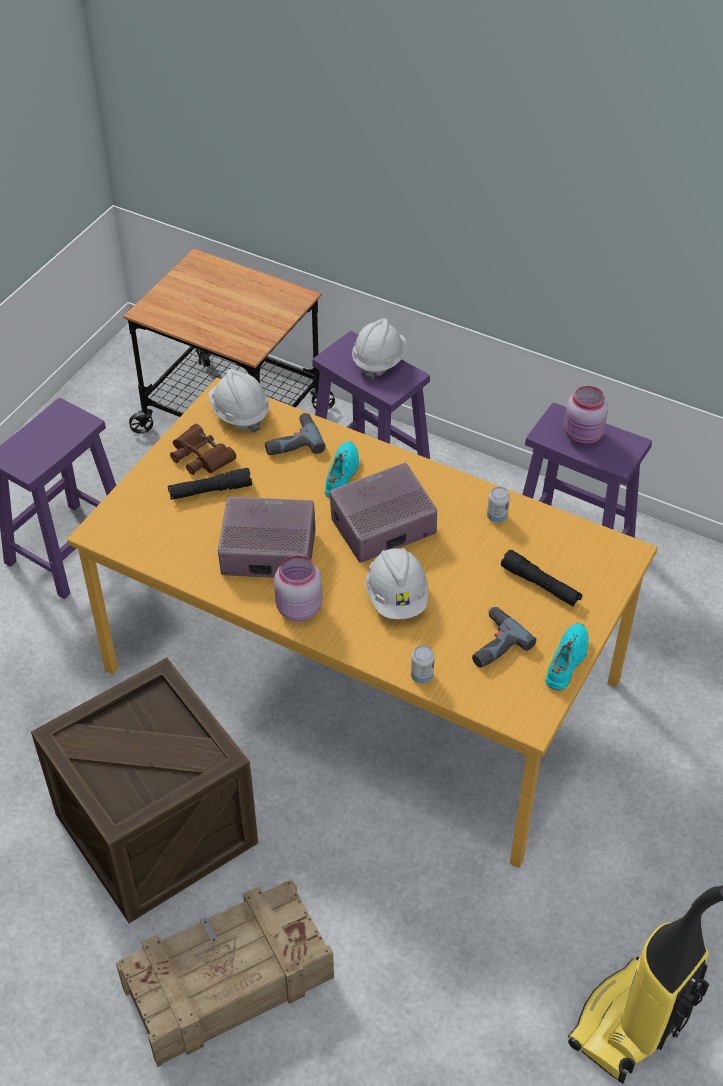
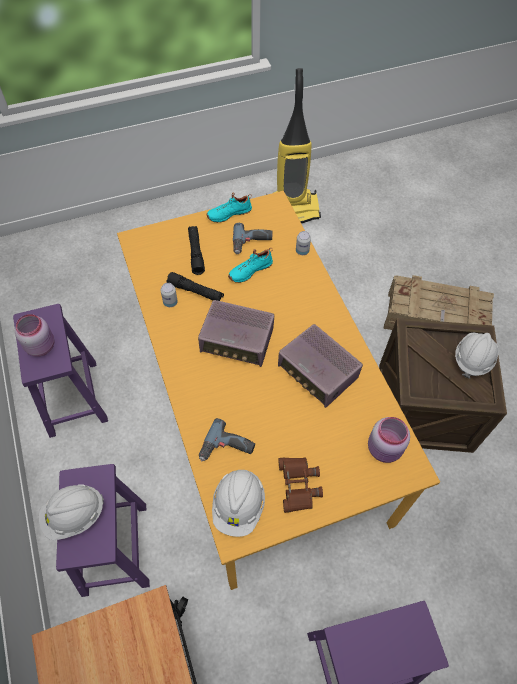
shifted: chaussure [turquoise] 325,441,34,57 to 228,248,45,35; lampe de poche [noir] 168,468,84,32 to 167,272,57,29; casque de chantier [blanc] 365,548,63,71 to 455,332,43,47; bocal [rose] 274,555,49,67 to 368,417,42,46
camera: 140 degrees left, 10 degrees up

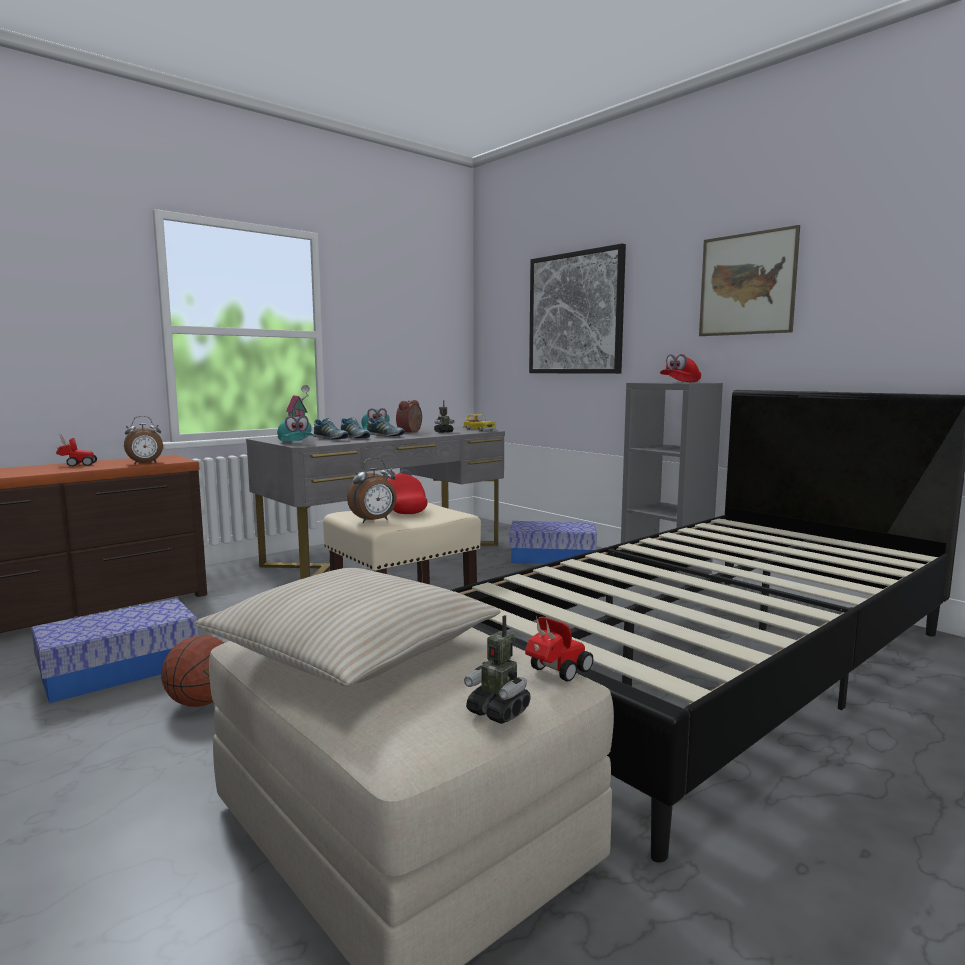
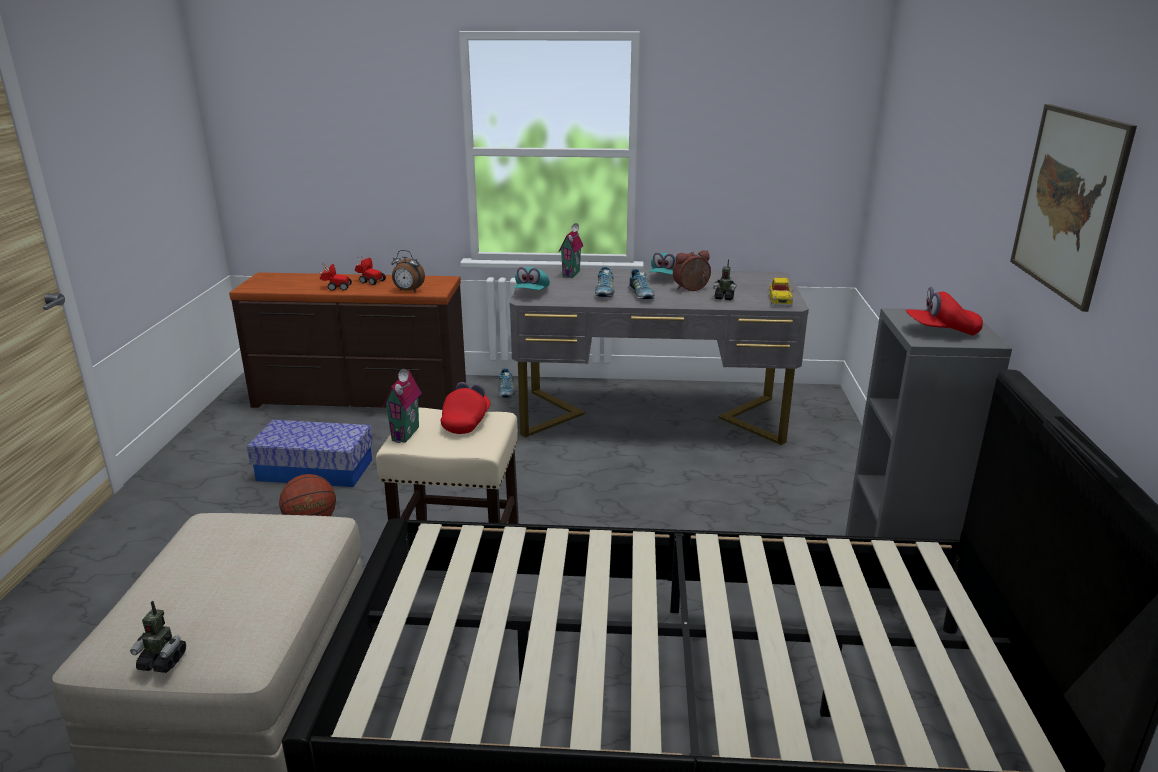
gone: tableau 529,243,97,131; boîte de rangement 509,521,88,43; coussin [beige] 195,568,305,119
shifted: chaussure 313,418,35,22 to 499,368,16,30; petite voiture 525,616,69,65 to 320,262,32,29
swapped: réveil 347,458,50,65 to maison miniature 383,369,39,74
rotated: robot jouet 464,615,67,109 = 130,601,56,72 75 degrees counterclockwise
camera: 45 degrees right, 15 degrees up

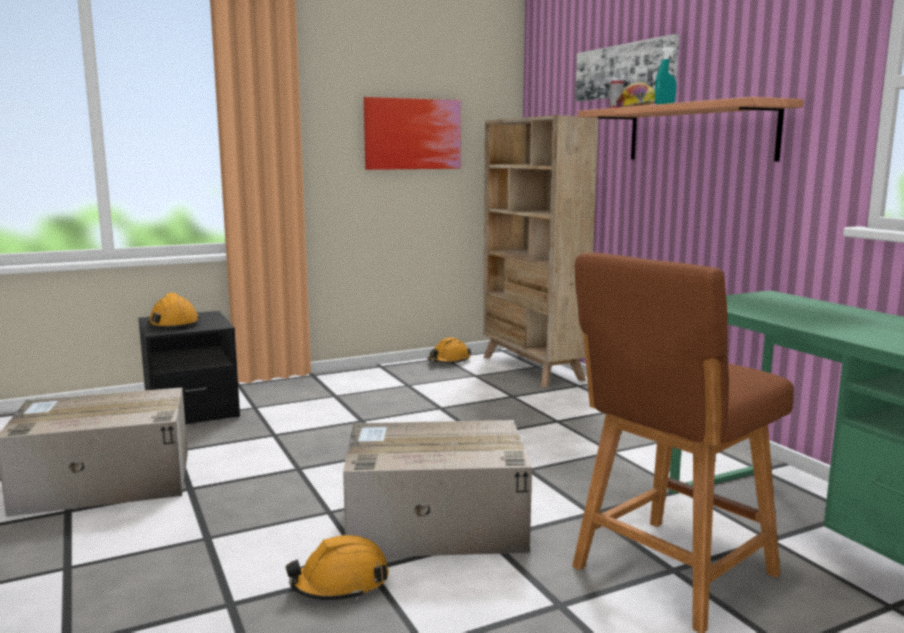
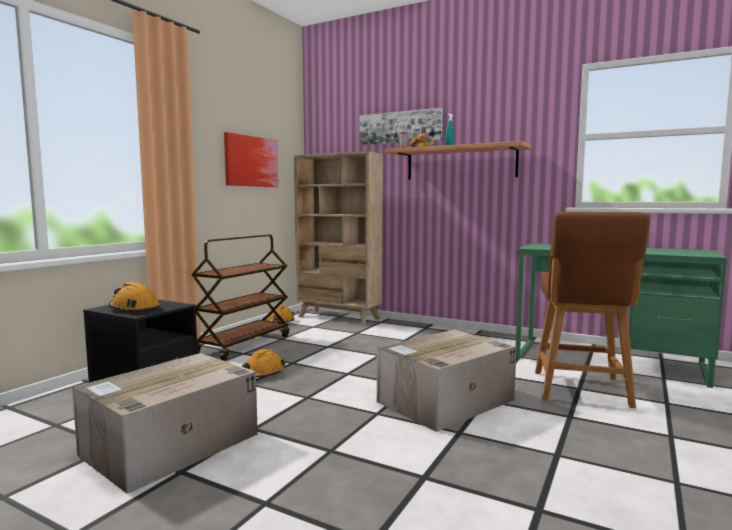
new: chariot [marron] 191,235,98,126
shifted: casque de chantier [orange] 286,535,103,65 to 241,349,44,28
camera: 35 degrees left, 5 degrees down

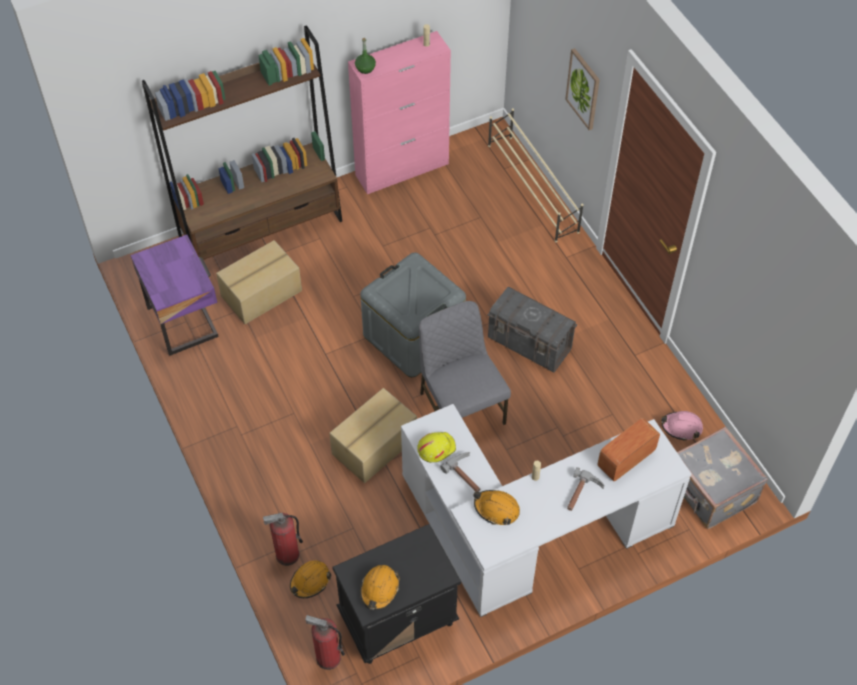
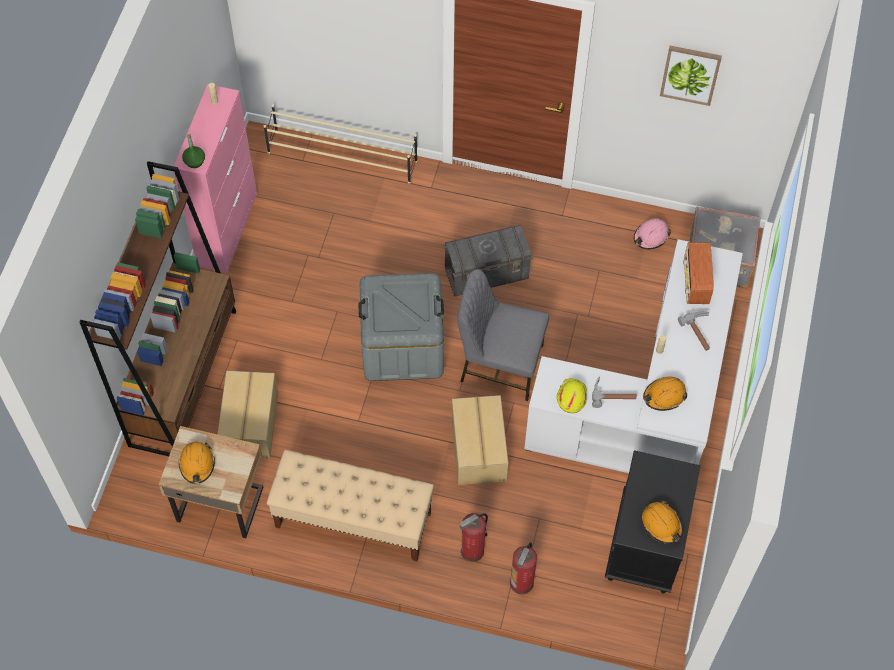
new: banc [beige] 267,450,167,112
shifted: tableau 565,48,35,82 to 660,46,62,60; casque de chantier [orange] 290,560,42,38 to 179,441,36,43; extincteur 305,615,40,55 to 459,513,29,49
repainted: table de chevet [violet] 130,235,89,121 to table de chevet [beige] 158,426,105,112
camera: 50 degrees left, 5 degrees up

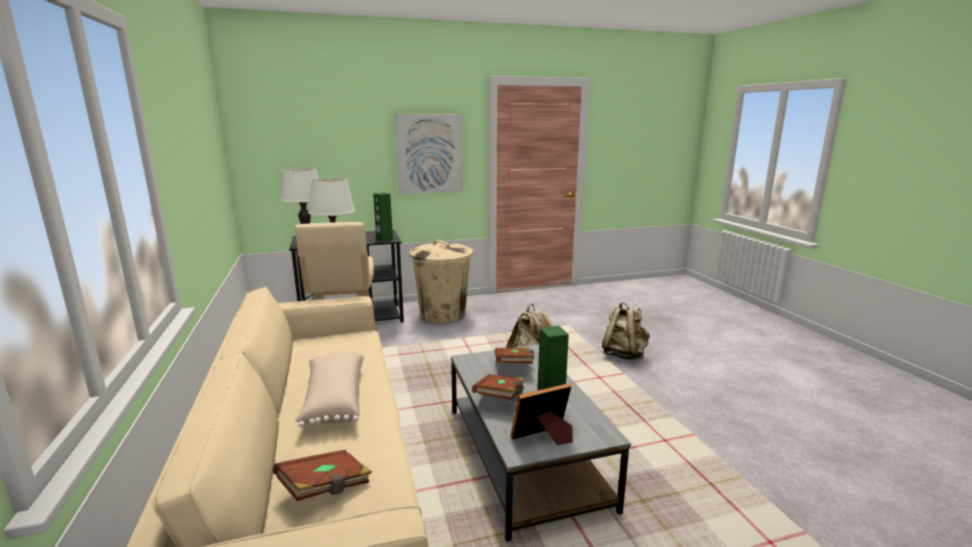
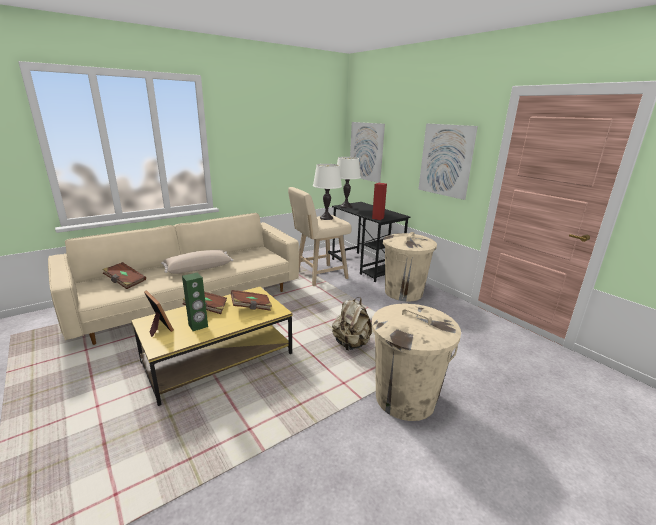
new: tableau 350,122,35,61
swapped: sac à dos [beige] 602,302,48,58 to poubelle [beige] 371,303,90,118
repainted: enceinte [vert] 373,192,20,50 to enceinte [rouge] 372,183,15,37; table basse [gris] 451,344,180,198 to table basse [jaune] 131,287,162,119
camera: 70 degrees right, 5 degrees up

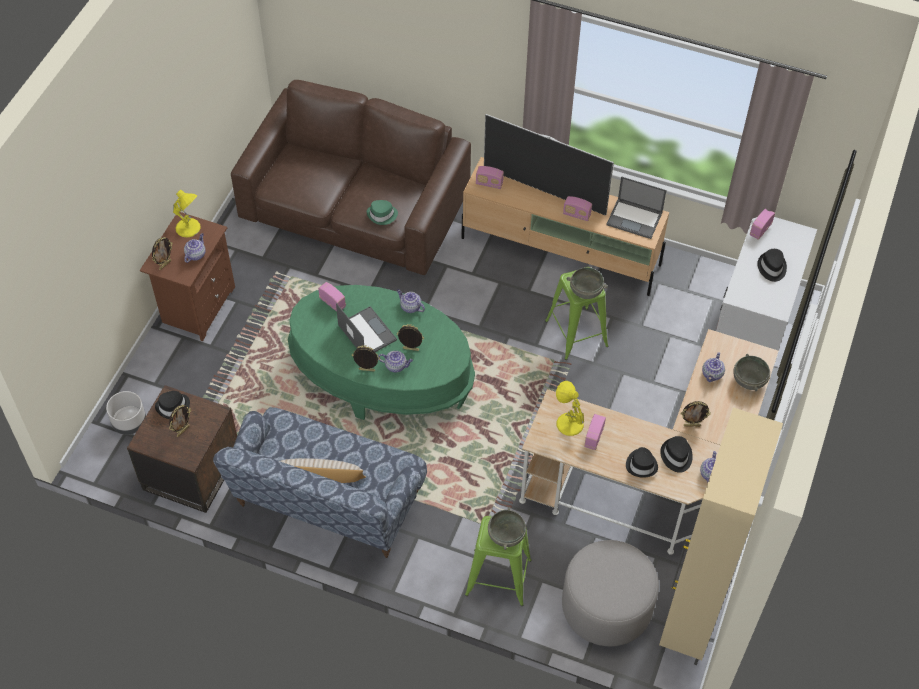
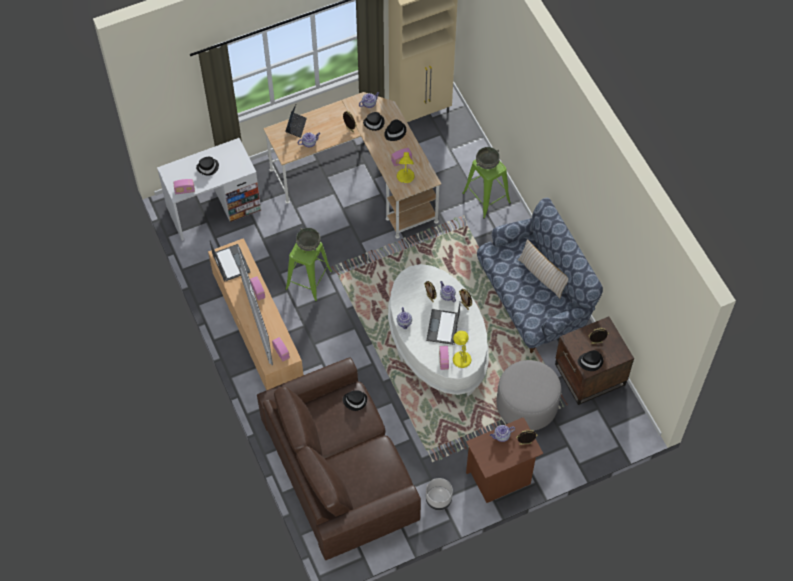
shifted: lampe de table [jaune] 173,190,28,48 to 453,331,19,37; cache-pot [gris] 106,391,40,44 to 426,478,27,32; pouf [gris] 562,540,97,106 to 496,360,65,71
swapped: bol [gris] 733,354,37,37 to ordinateur portable 285,105,22,33
repainted: chapeau [vert] 367,200,31,25 to chapeau [noir] 343,390,24,21; table basse [vert] 288,285,187,135 to table basse [blanc] 388,264,101,132
camera: 135 degrees left, 5 degrees up

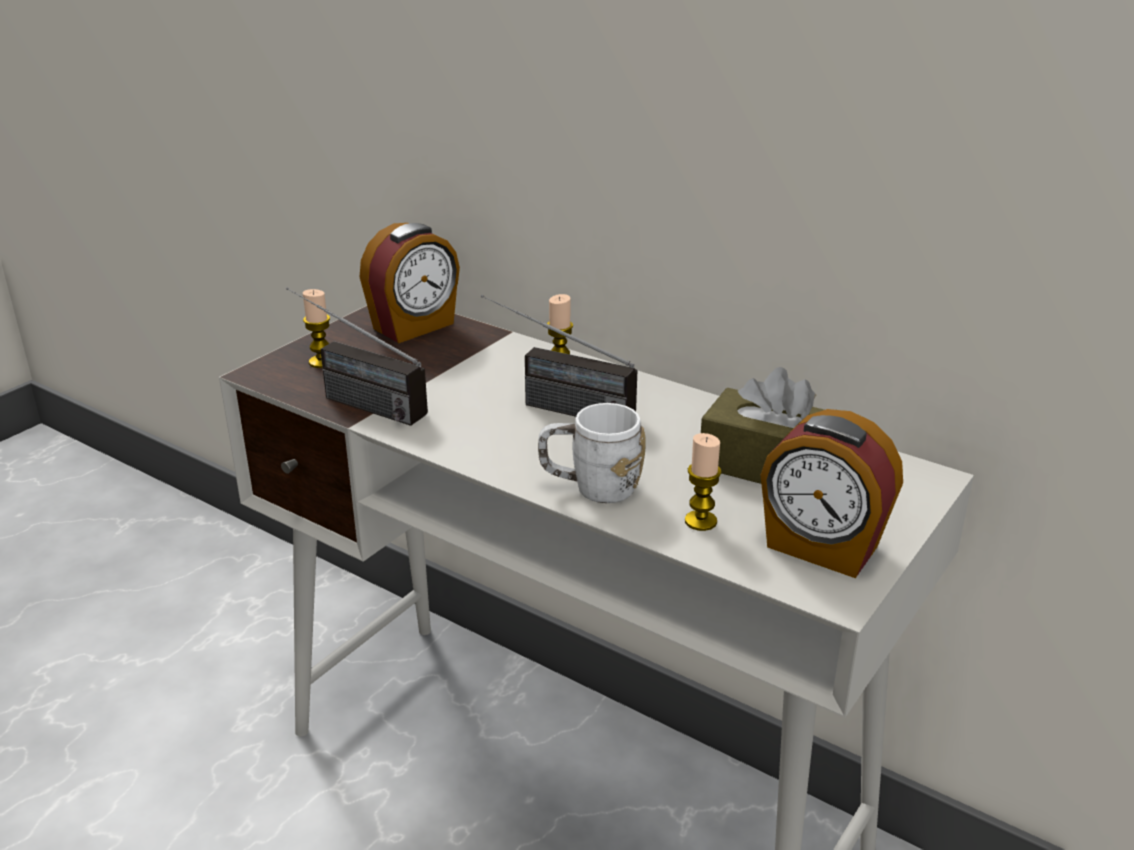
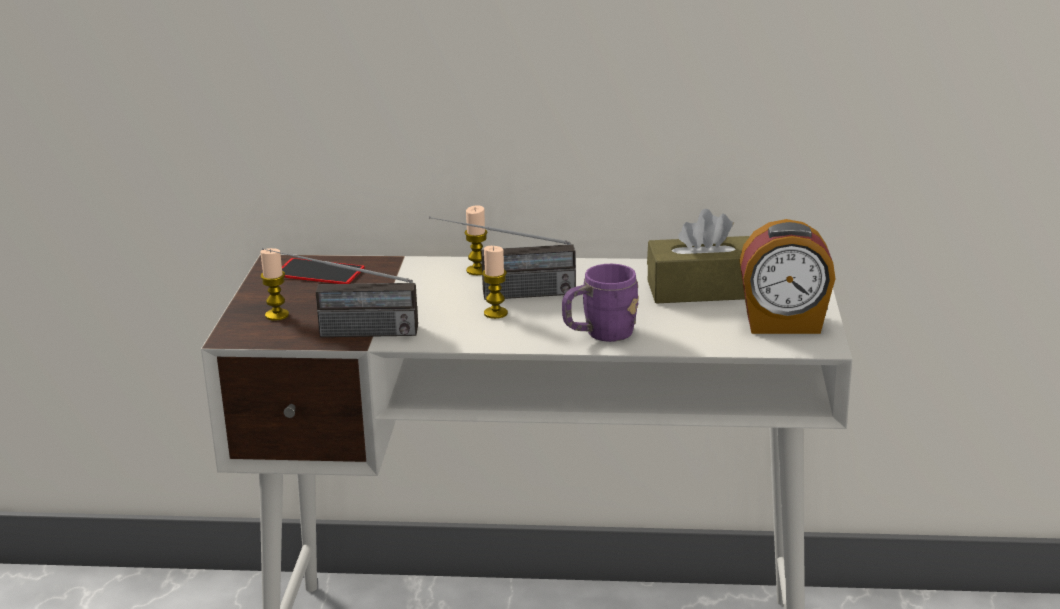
shifted: bougie 685,433,36,98 to 482,246,26,73
swapped: réveil 360,223,100,120 to téléphone 282,258,83,26
repainted: mug [blanc] 538,403,108,100 to mug [violet] 562,264,77,78
camera: 30 degrees left, 5 degrees down

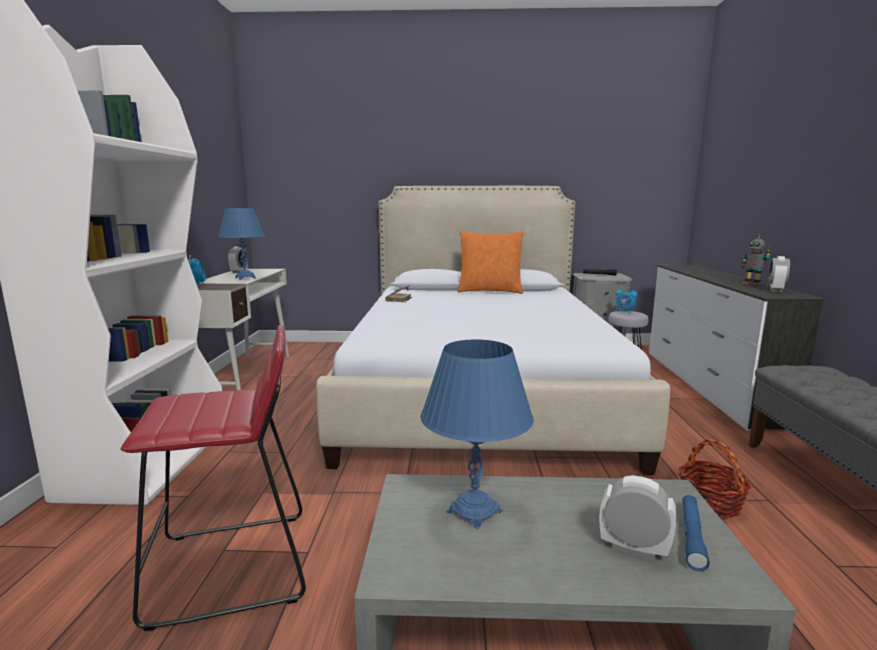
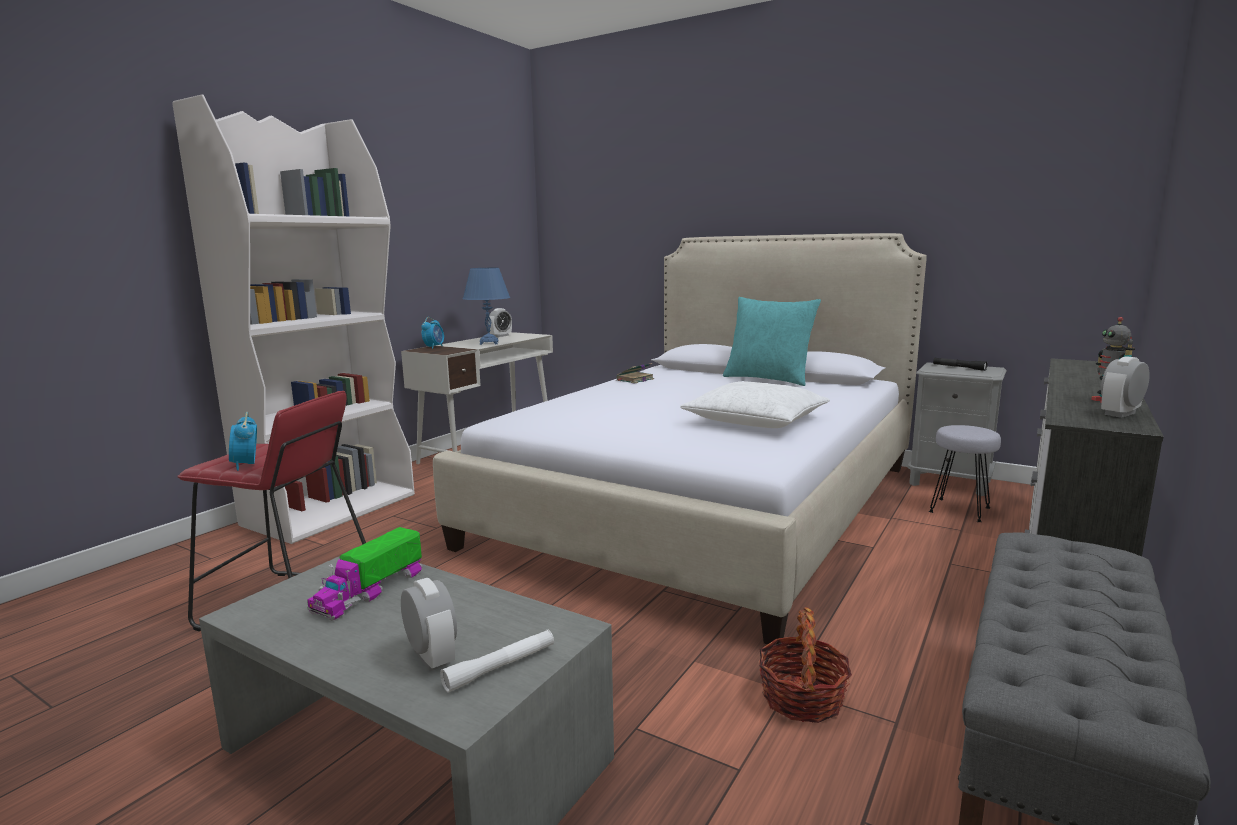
new: coussin [blanc] 680,381,150,47
shifted: réveil 615,287,22,26 to 229,412,28,59
swapped: lampe de table [bleu] 420,339,114,190 to camion jouet 307,527,116,94
repainted: coussin [orange] 457,231,67,63 to coussin [turquoise] 723,297,98,89; lampe de poche [bleu] 682,495,28,76 to lampe de poche [blanc] 440,630,114,63
camera: 30 degrees right, 0 degrees up

